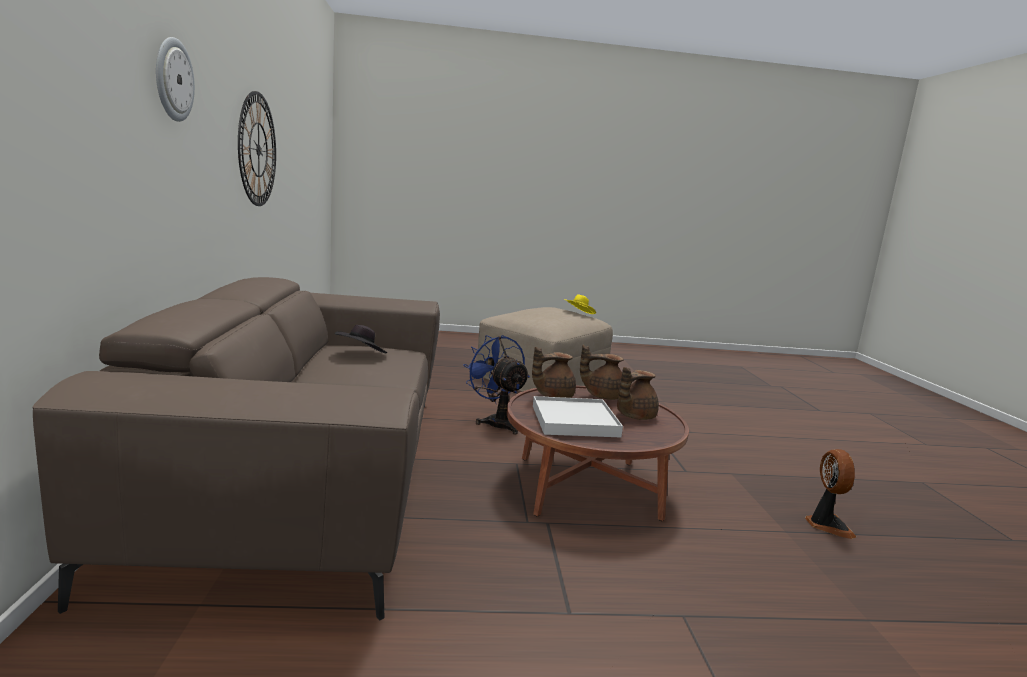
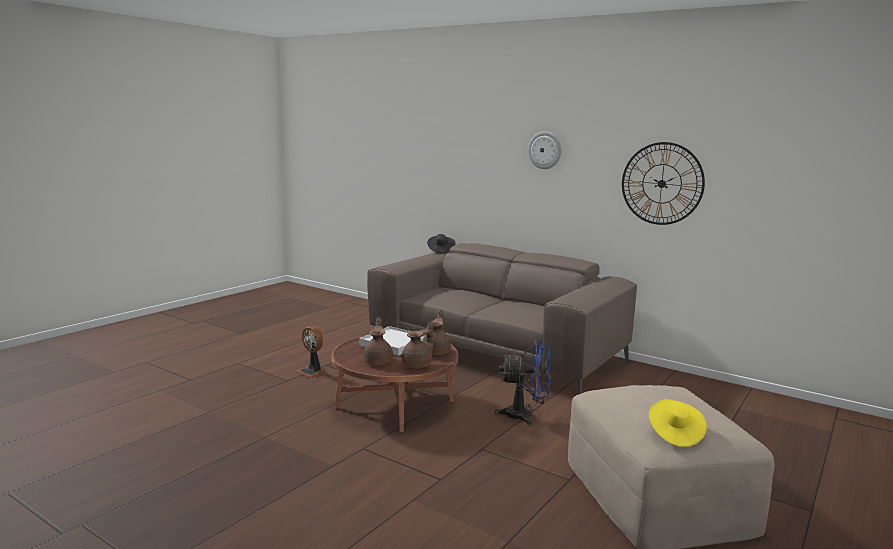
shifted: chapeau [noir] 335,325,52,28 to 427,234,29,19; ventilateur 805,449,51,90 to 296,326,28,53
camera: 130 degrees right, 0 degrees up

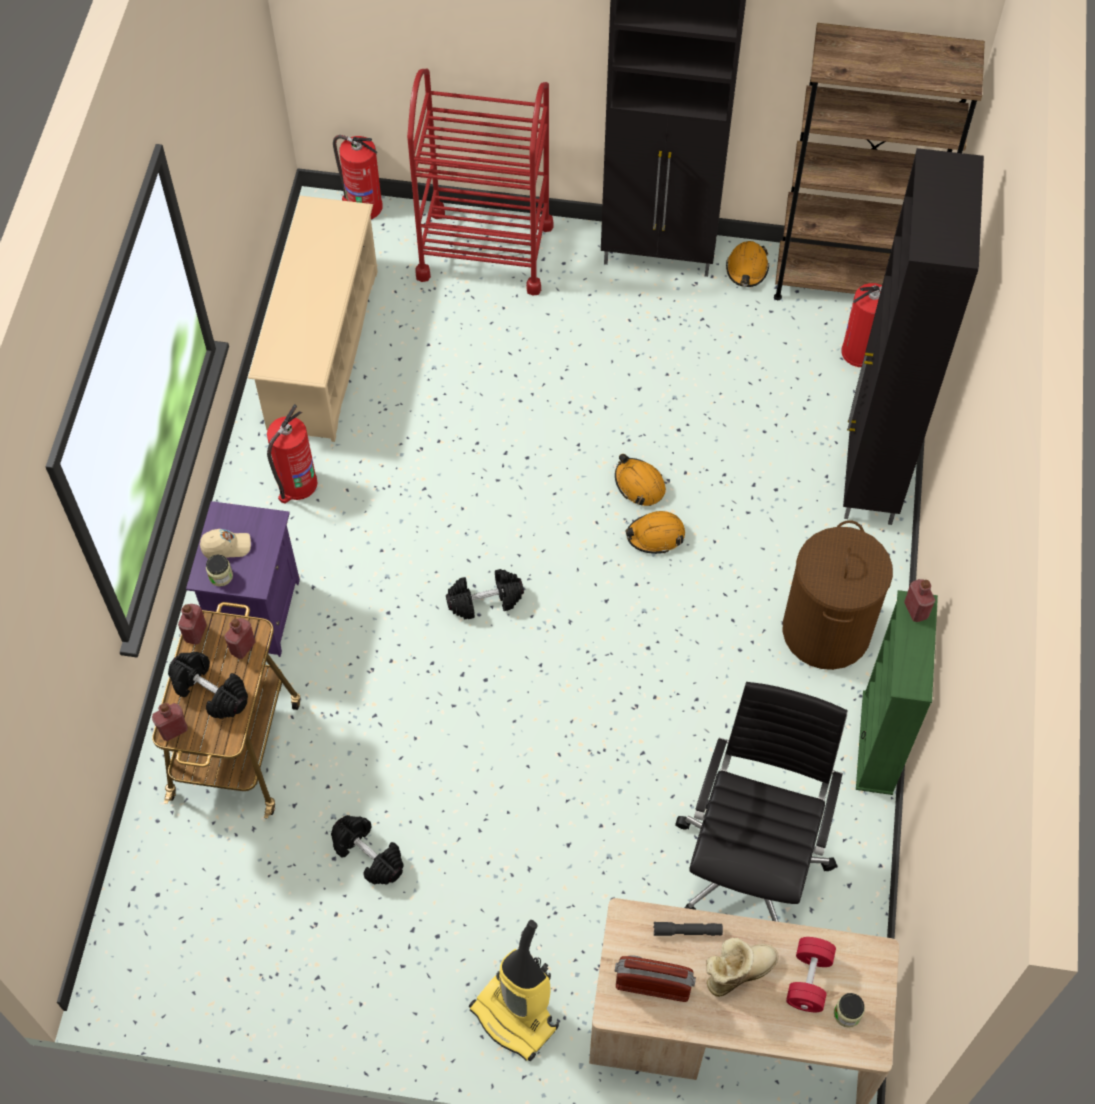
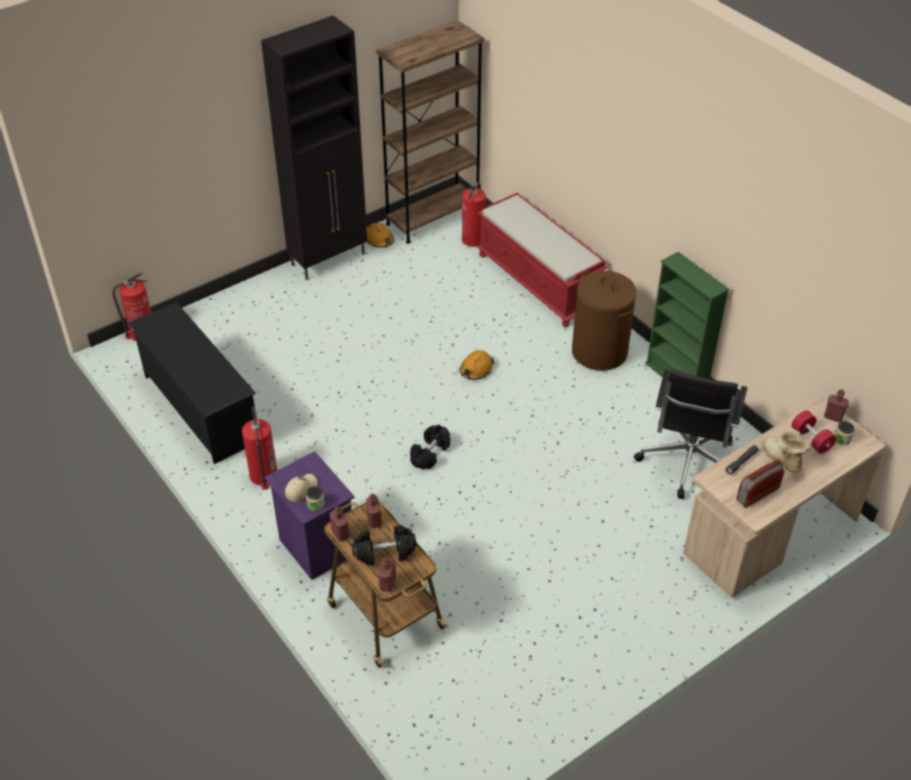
gone: chariot [rouge] 407,68,147,228; casque de chantier [orange] 615,454,51,52; haltère [noir] 331,815,73,70; aspirateur 469,920,90,141
shifted: bouteille [rouge] 904,579,31,43 to 824,389,25,34
swapped: meuble de rangement [noir] 843,148,141,377 to banc [rouge] 477,193,131,134
repainted: étagère à chaussures [beige] 248,196,130,246 to étagère à chaussures [noir] 128,302,129,162
rotated: chaise de bureau [noir] 675,682,173,240 = 634,370,114,129 135 degrees counterclockwise; botte 706,937,73,60 = 762,429,48,44 45 degrees counterclockwise
camera: 45 degrees left, 15 degrees down

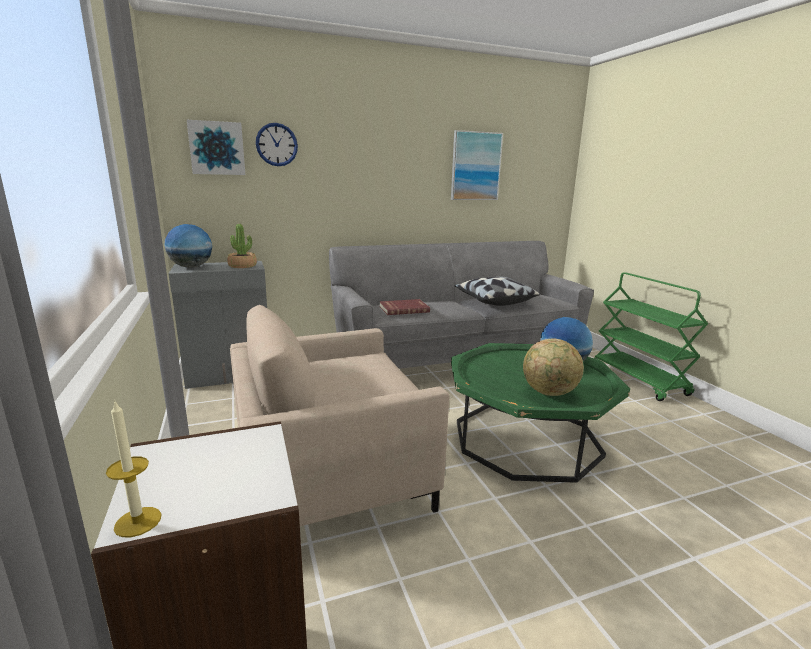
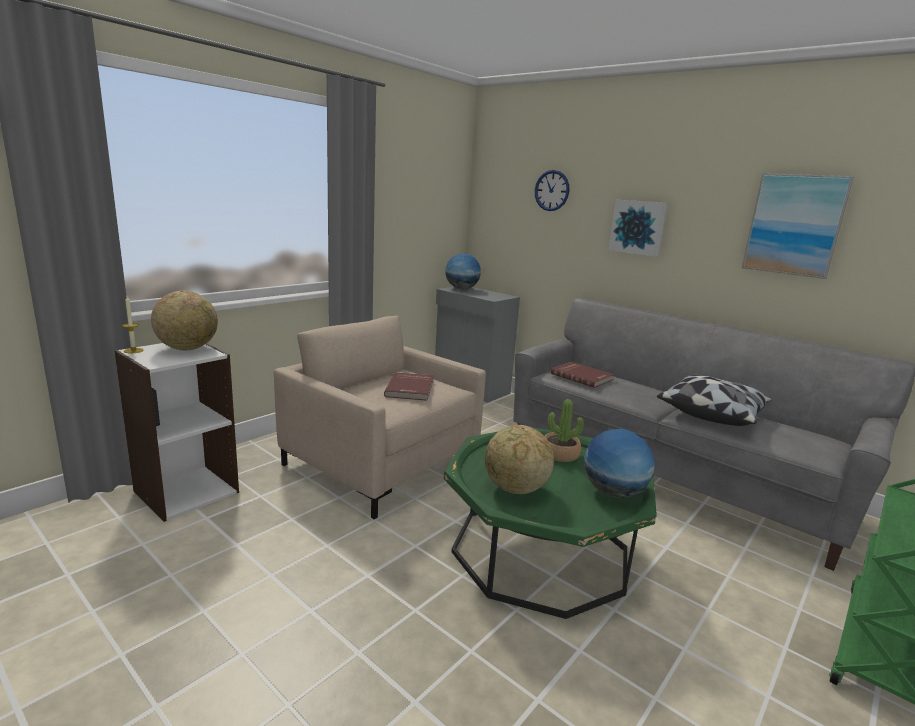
new: globe 151,290,67,61; livre [rouge] 384,372,50,29
shifted: tableau 187,120,58,55 to 608,200,60,57; plante en pot 227,224,30,44 to 545,399,39,63
camera: 60 degrees right, 0 degrees up

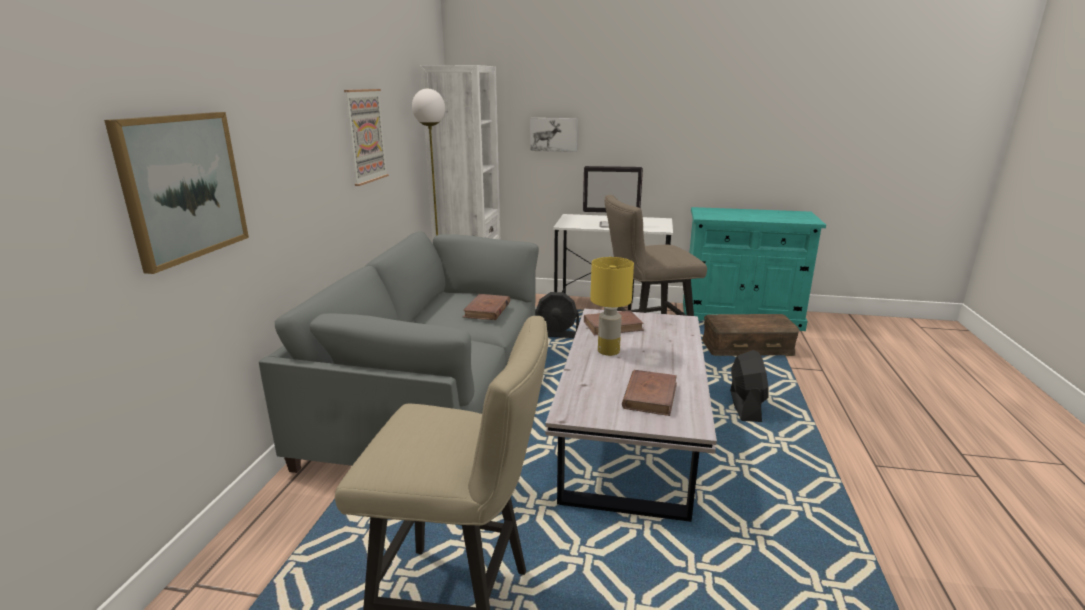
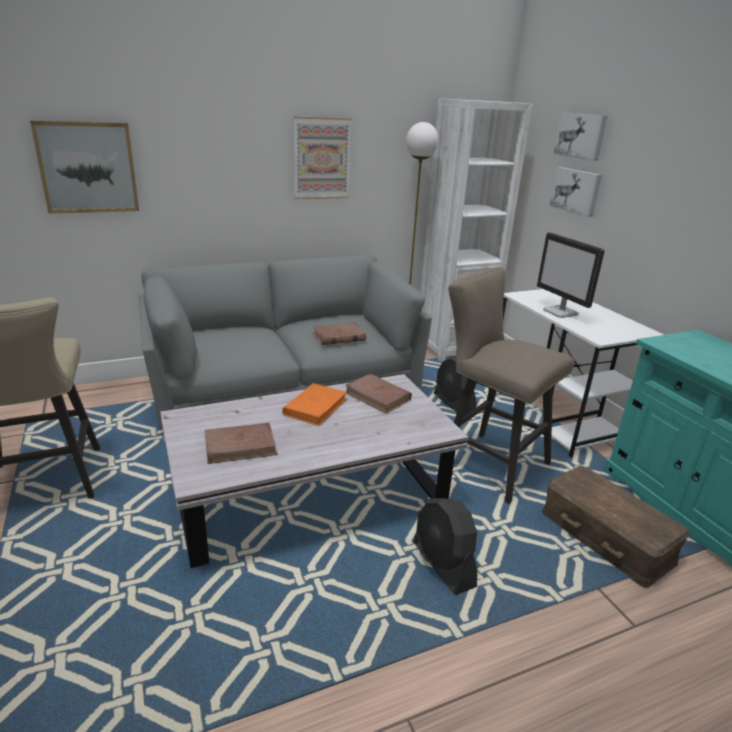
new: tableau 553,113,54,48
swapped: lampe de table [jaune] 590,257,44,99 to livre [orange] 282,383,65,43
rotated: ventilateur [noir] 730,350,39,72 = 413,498,64,97 90 degrees clockwise
camera: 55 degrees right, 5 degrees up

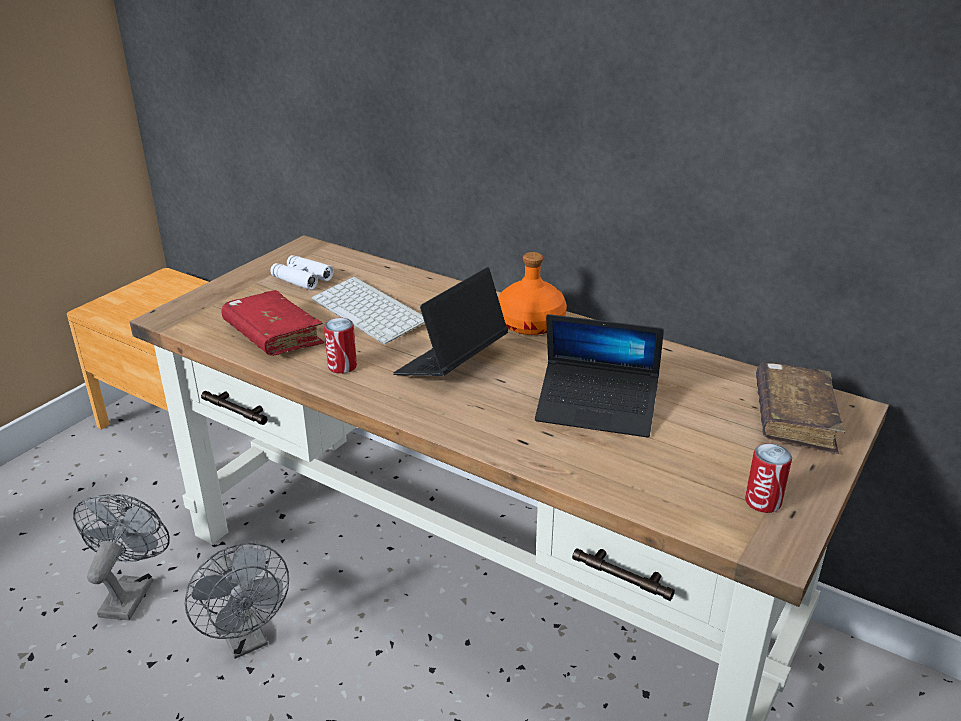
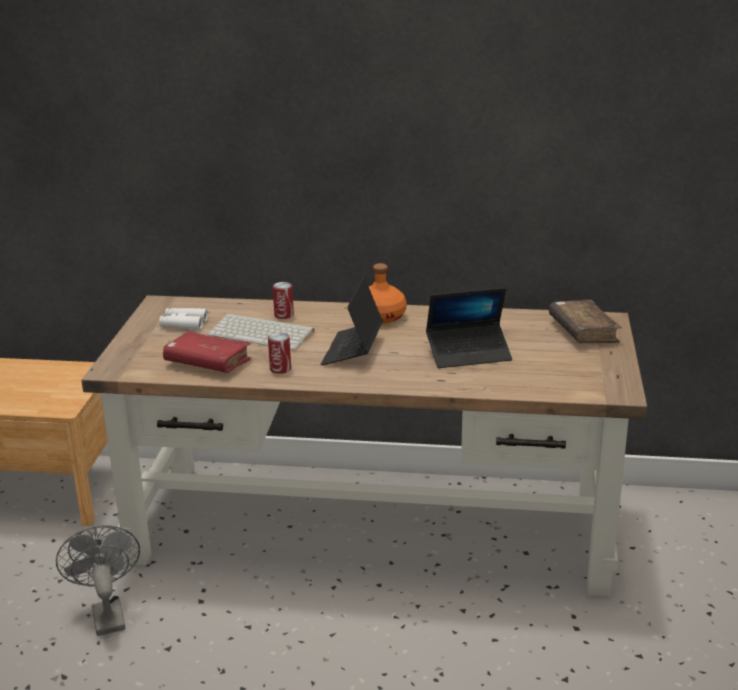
gone: ventilateur [gris] 184,543,105,116
shifted: boîte métallique 745,443,47,70 to 273,282,21,37
camera: 25 degrees left, 5 degrees down

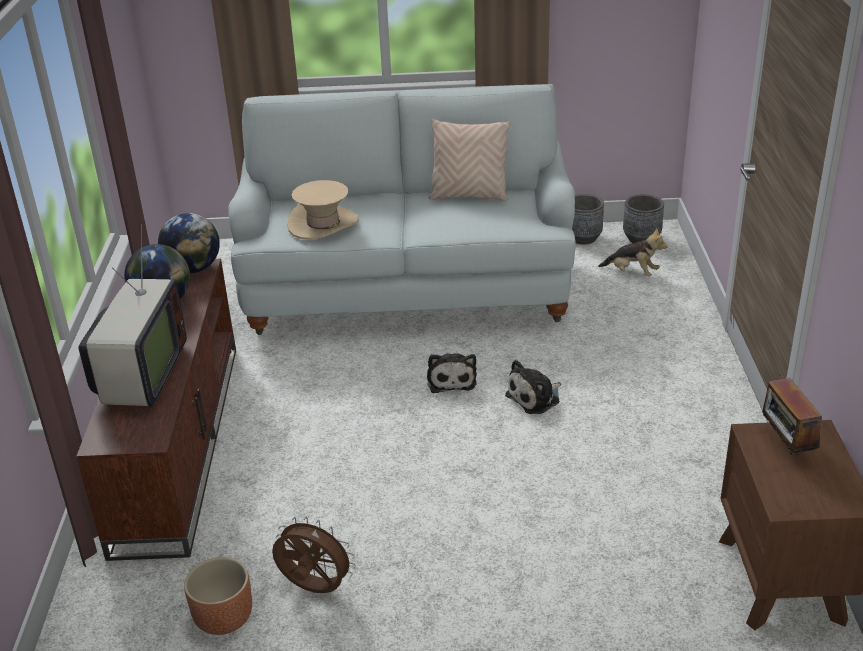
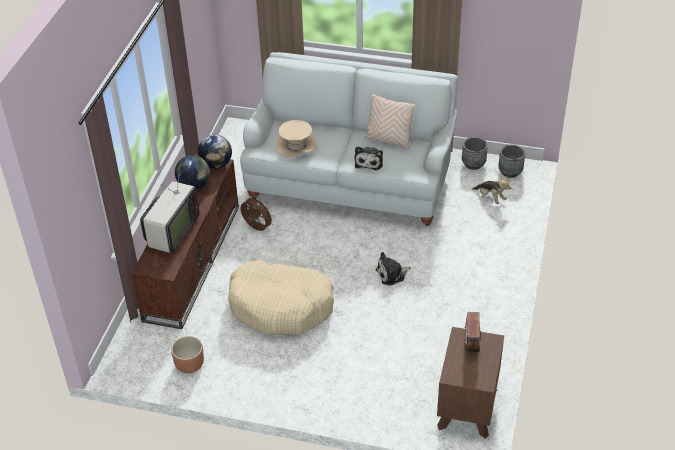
new: panier pour chien [beige] 228,260,106,75
shifted: peluche 427,353,50,40 to 354,146,29,24; ventilateur [marron] 272,517,84,76 to 240,195,34,36
camera: 15 degrees right, 10 degrees up

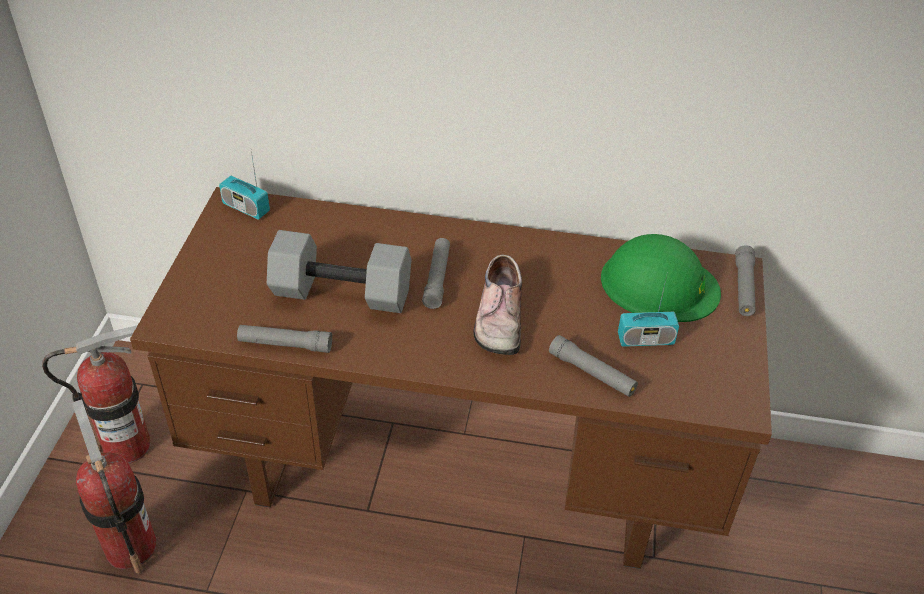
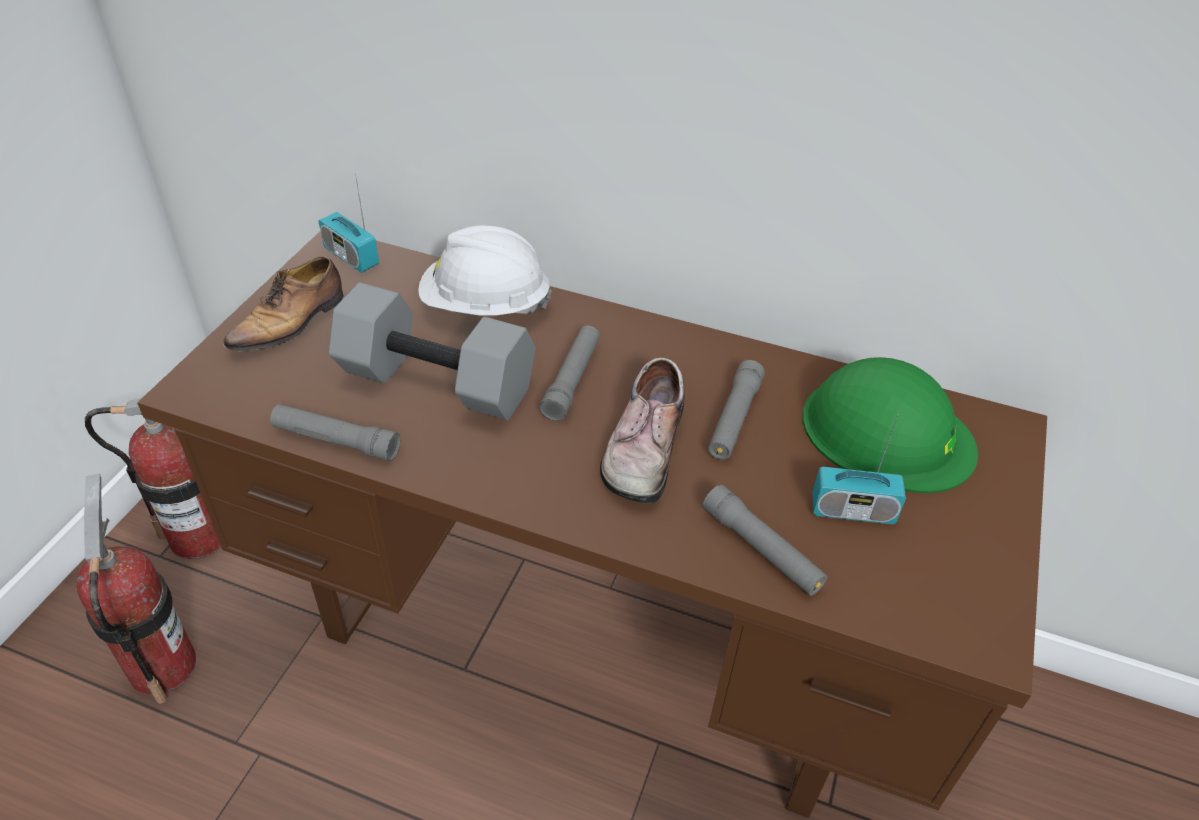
new: casque de chantier [blanc] 418,225,134,91; chaussure 223,256,120,96
shifted: lampe de poche [gris] 735,245,20,71 to 708,360,57,100
camera: 10 degrees right, 0 degrees up

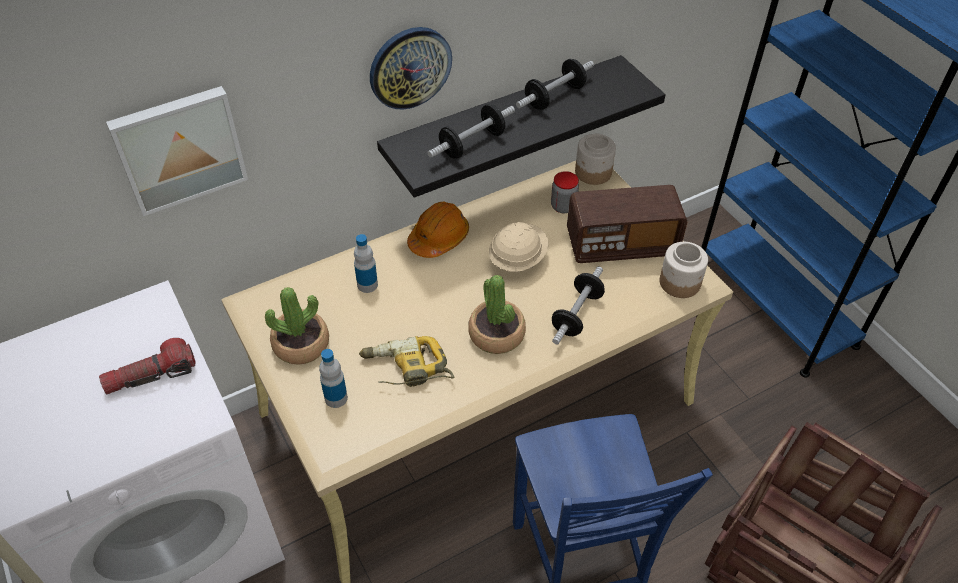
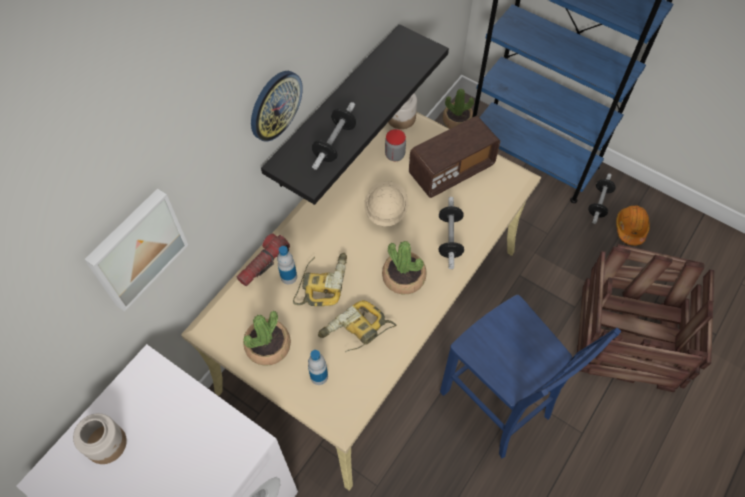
new: plante en pot 443,89,31,40; perceuse 293,253,54,53
shifted: haltère 516,59,78,51 to 588,173,28,51; casque de chantier [orange] 407,202,62,56 to 616,205,34,41; bocal 660,242,48,56 to 73,413,54,51; lampe de poche 99,338,96,56 to 237,234,53,52
camera: 25 degrees left, 10 degrees up

